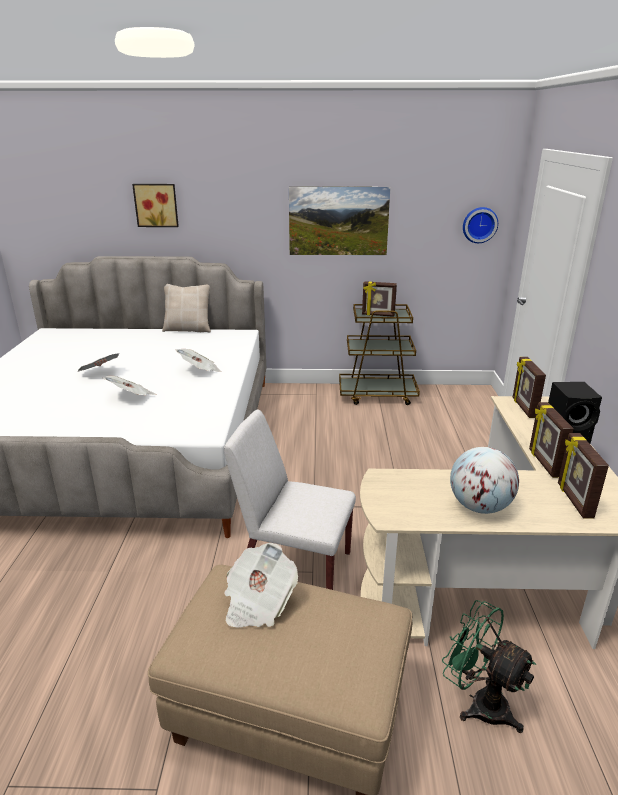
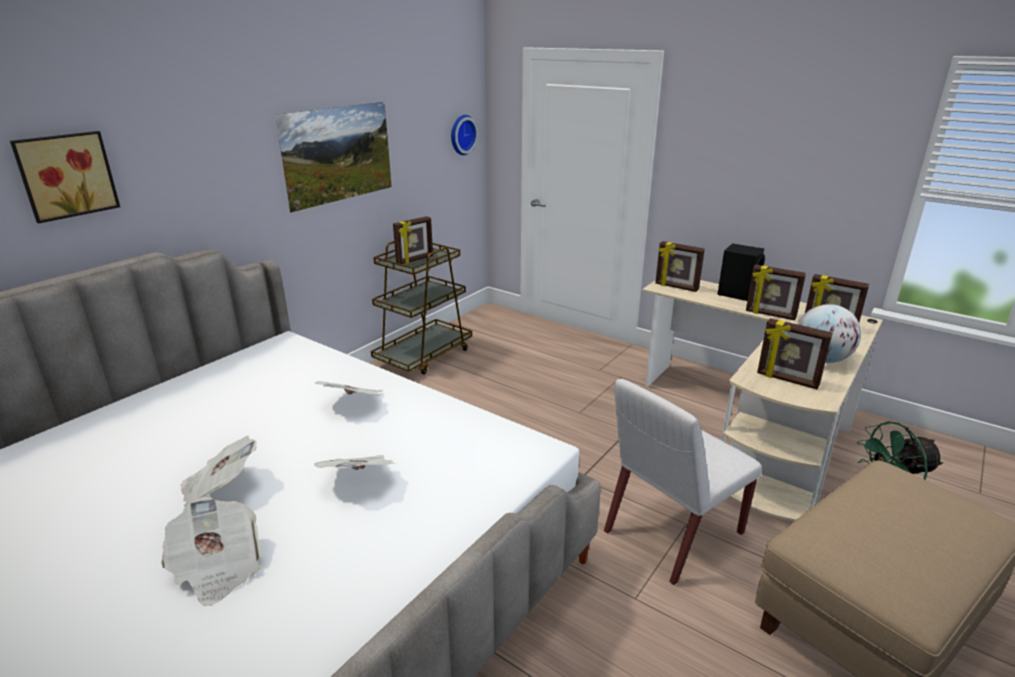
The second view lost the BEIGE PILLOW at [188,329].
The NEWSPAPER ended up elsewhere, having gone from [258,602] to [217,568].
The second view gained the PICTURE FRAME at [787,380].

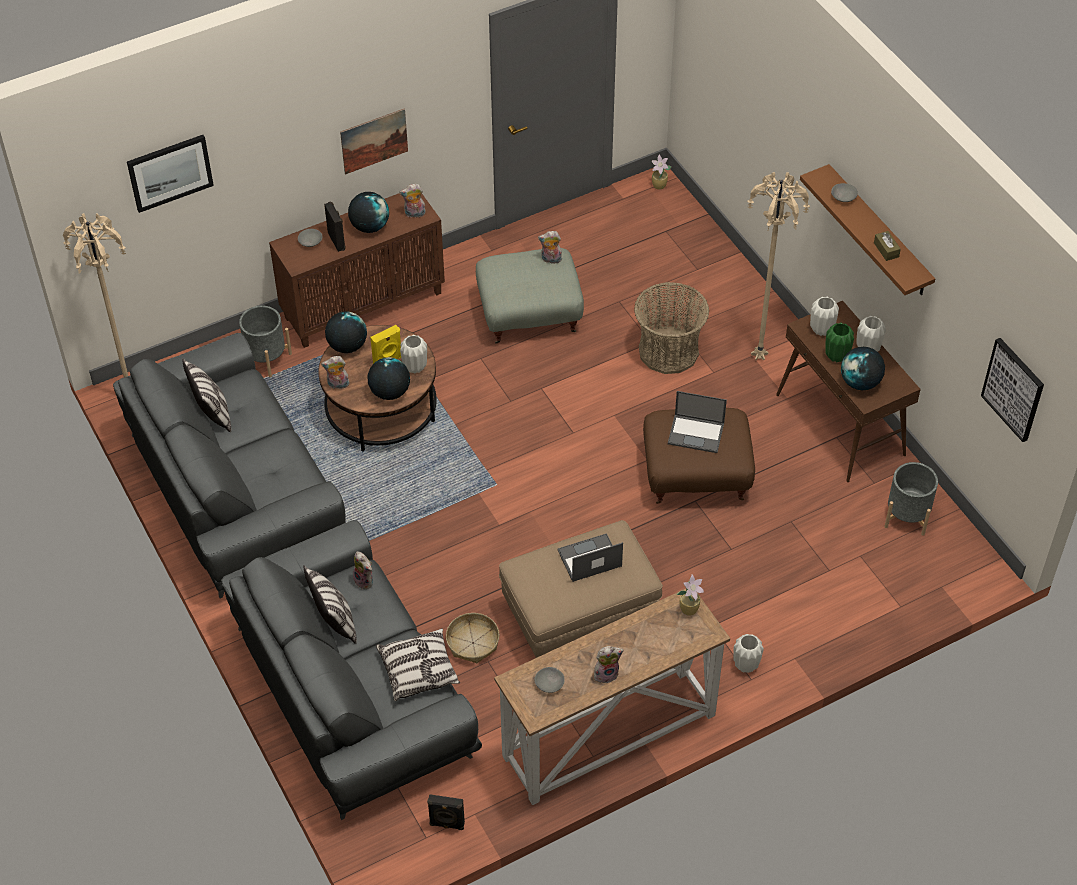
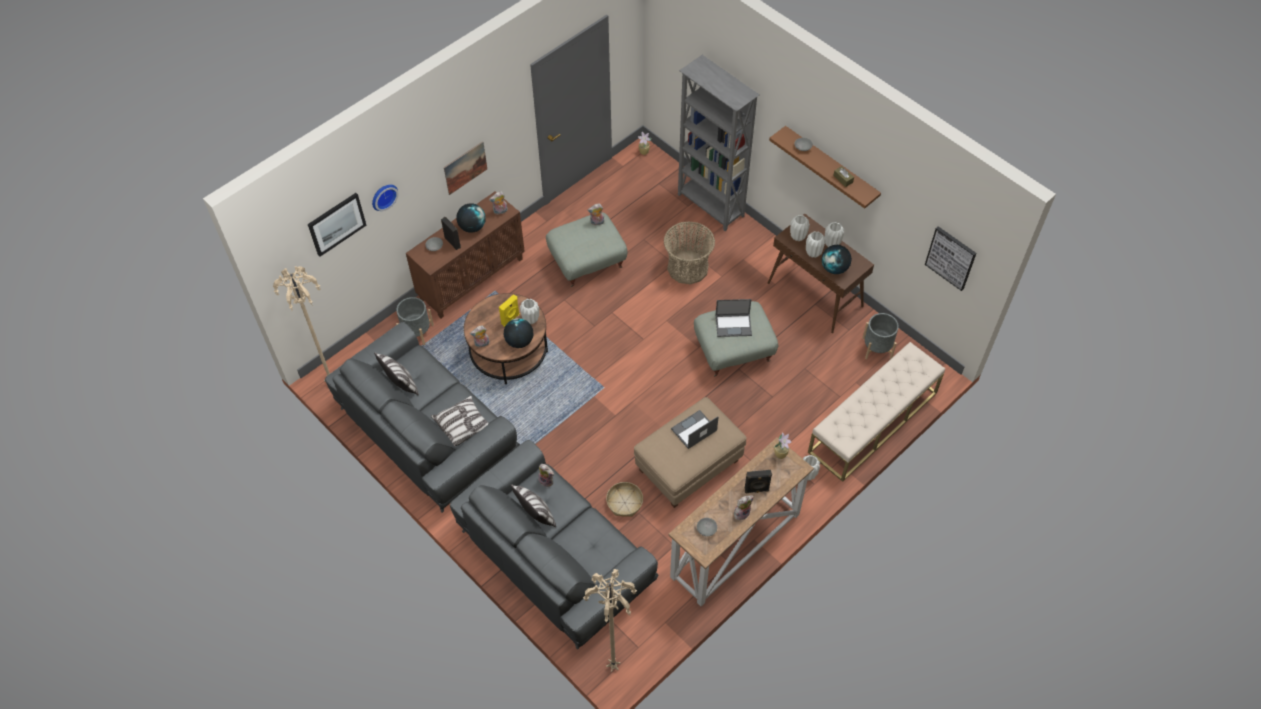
The second view lost the GLOBE at [347,346].
The PILLOW ended up elsewhere, having gone from [418,671] to [462,426].
The BLACK SPEAKER ended up elsewhere, having gone from [447,824] to [756,490].
What was the BROWN OTTOMAN at [696,475] turned into the GREY OTTOMAN at [734,351].
The BEIGE FLOOR LAMP ended up elsewhere, having gone from [759,356] to [613,665].
What was the GREEN VASE at [836,356] turned into the WHITE VASE at [813,253].
The second view gained the WALL CLOCK at [383,196].
The second view gained the GREY BOOKCASE at [710,206].
The second view gained the BEIGE BENCH at [873,422].

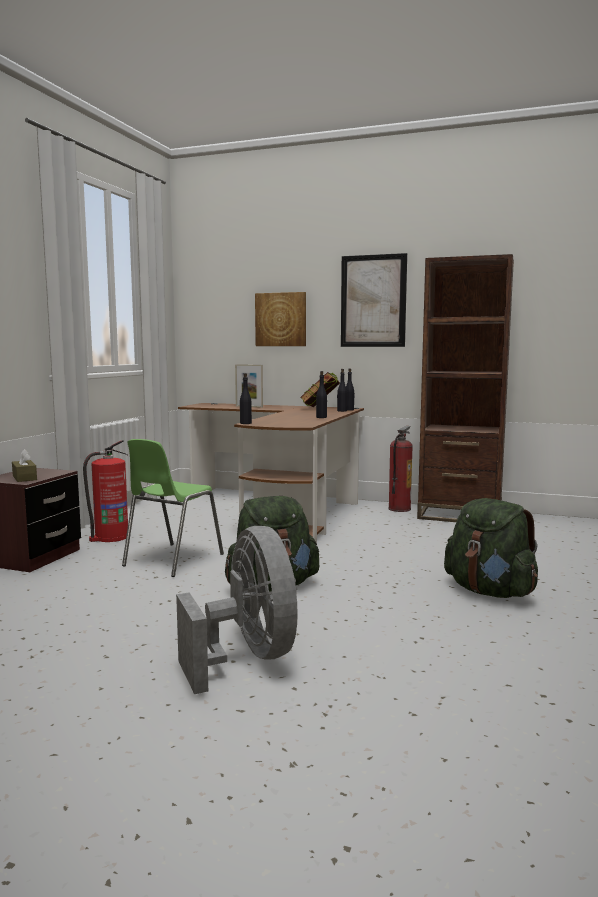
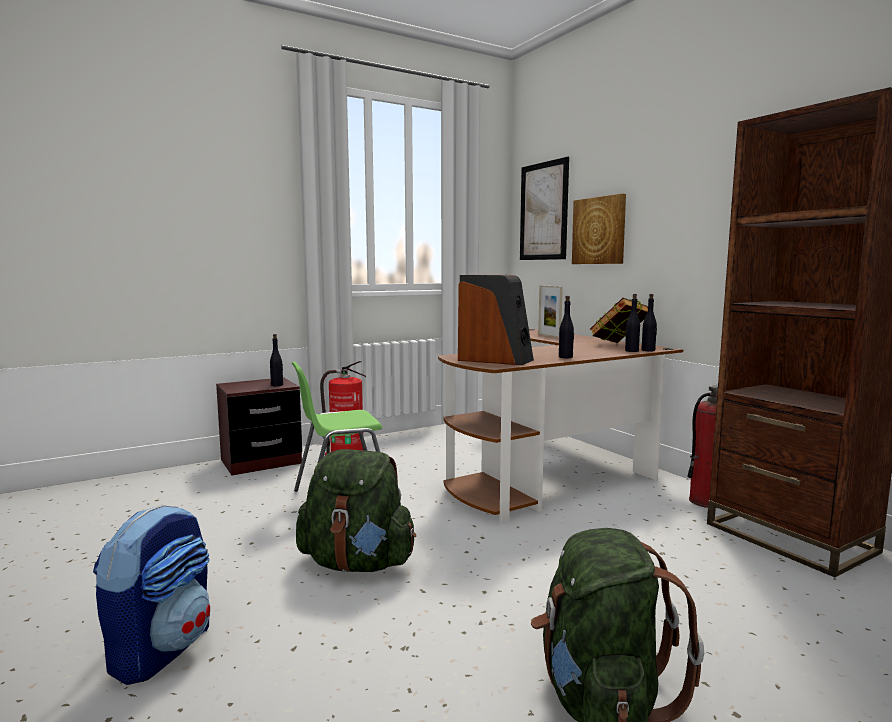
The second view lost the BROWN TISSUE BOX at [24,478].
Where the GREY FAN stood at [248,658], the BACKPACK came to stand at [162,649].
The BLACK BOTTLE ended up elsewhere, having gone from [246,423] to [277,385].
The PICTURE ended up elsewhere, having gone from [373,301] to [543,211].
The second view gained the SPEAKER at [495,360].

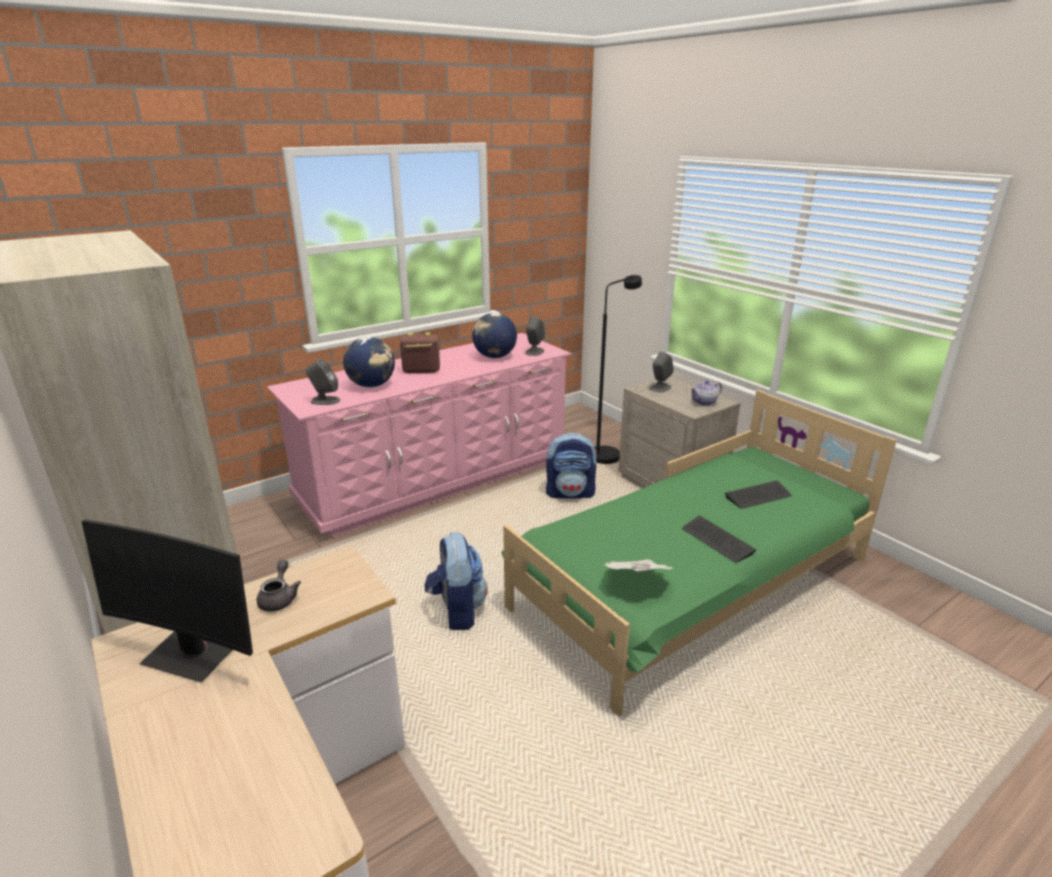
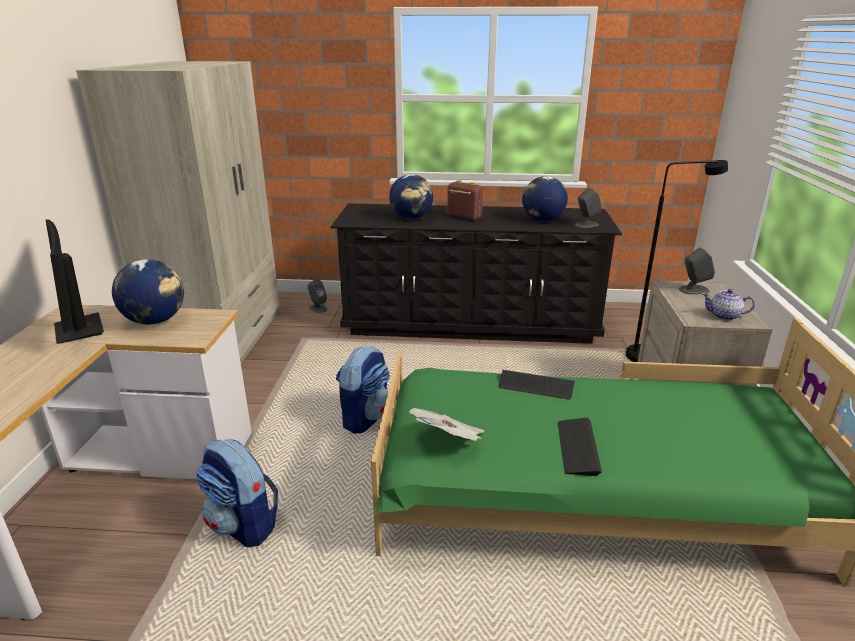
Where the GREY TEAPOT stood at [279,598], the GLOBE came to stand at [155,321].
What was the PINK DRESSER at [437,478] turned into the BLACK DRESSER at [470,322].
The GREY SPEAKER ended up elsewhere, having gone from [324,401] to [317,308].
The BACKPACK ended up elsewhere, having gone from [570,493] to [243,525].
The KEYBOARD ended up elsewhere, having gone from [758,496] to [536,386].

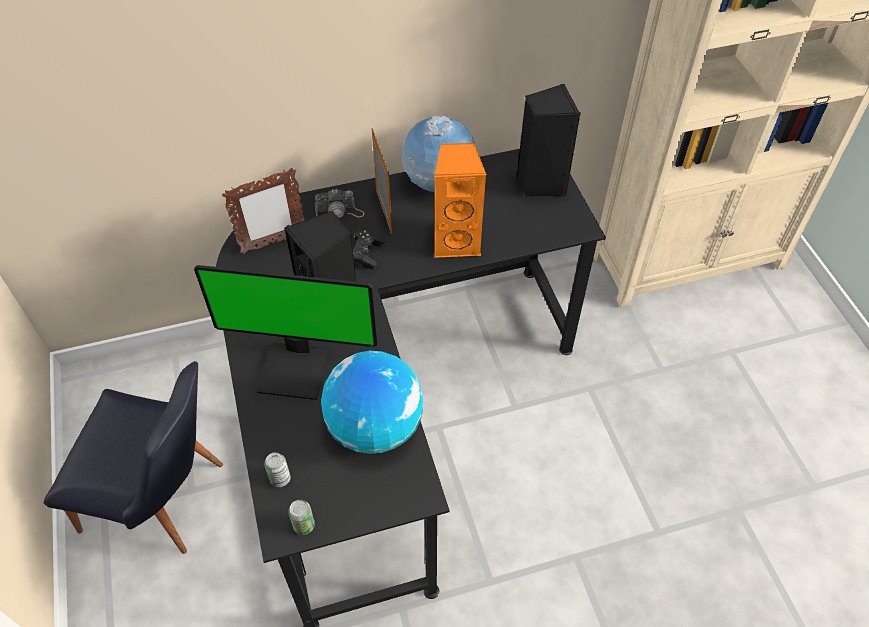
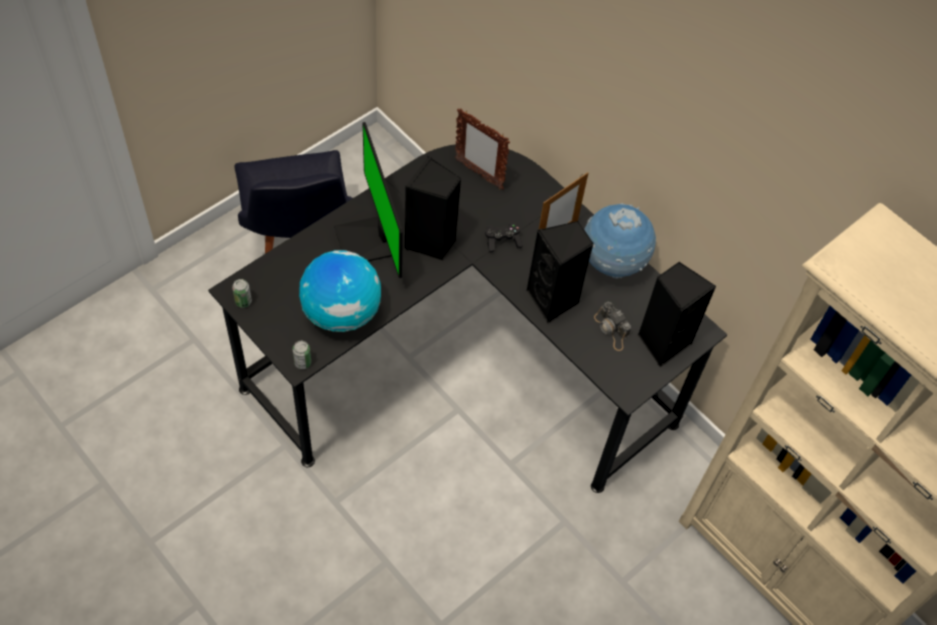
The CAN ended up elsewhere, having gone from [280,478] to [302,362].
The PHOTO CAMERA ended up elsewhere, having gone from [339,211] to [611,330].
What was the ORANGE SPEAKER at [457,241] turned into the BLACK SPEAKER at [554,300].

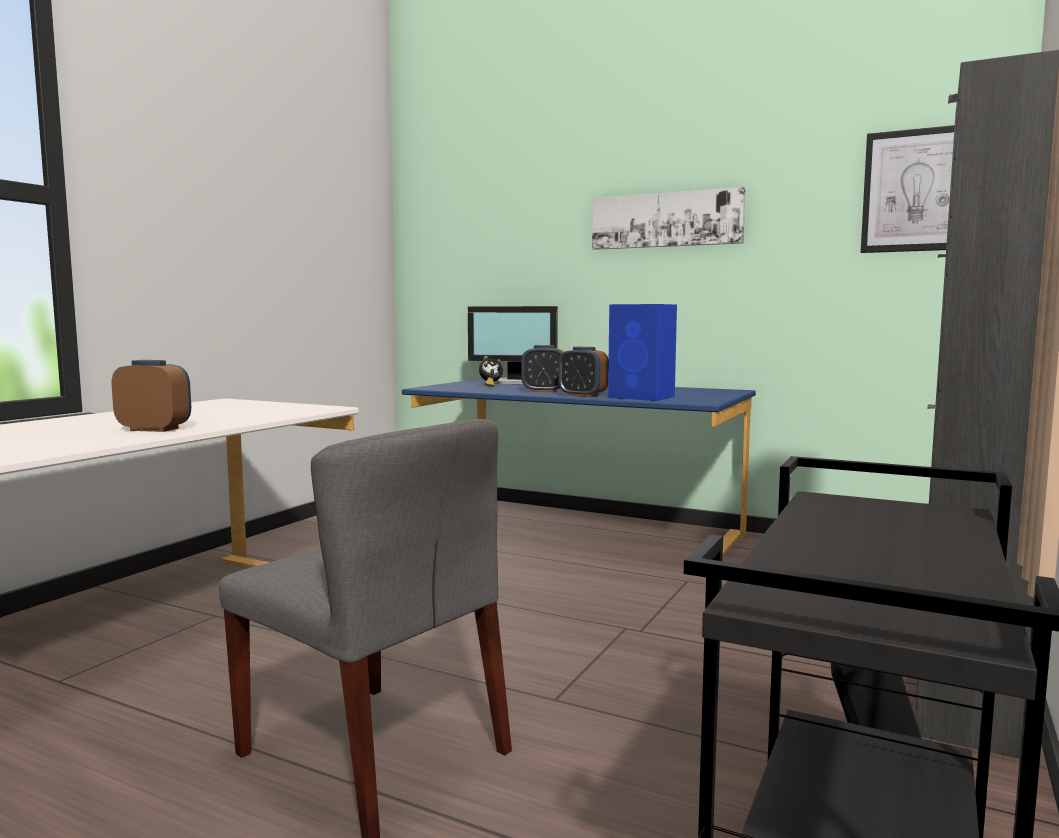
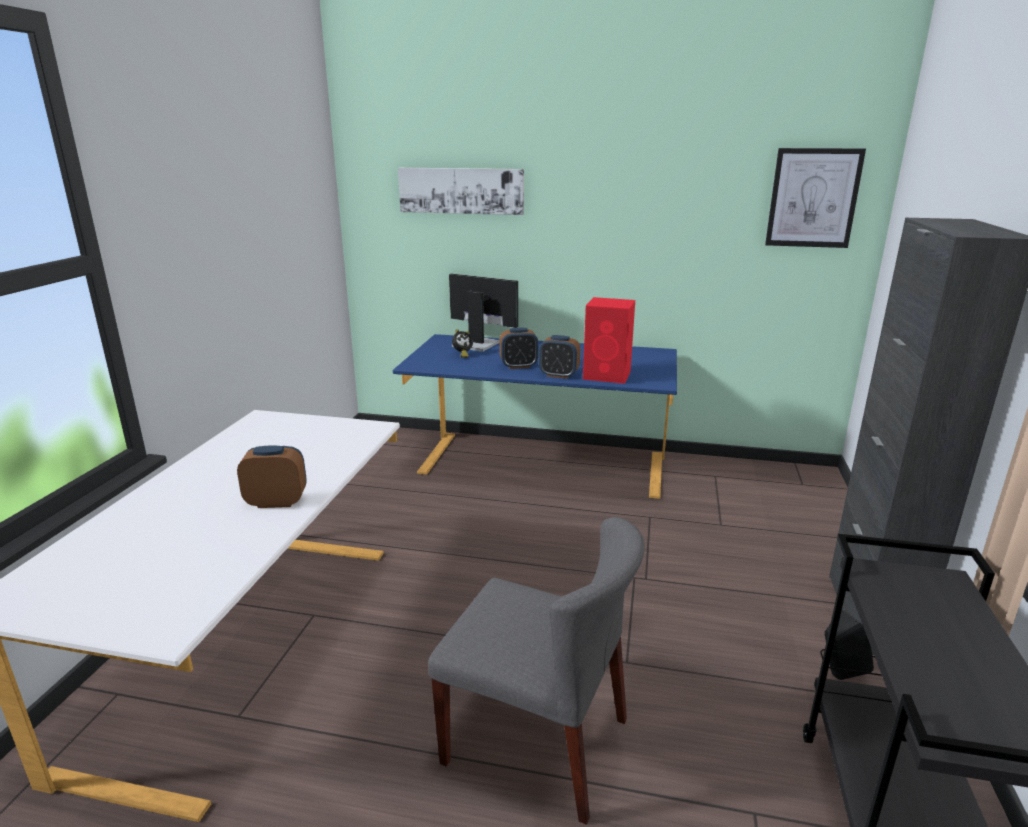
The MONITOR at [516,382] ended up facing another way, 150 degrees counterclockwise from before.
The PICTURE ended up elsewhere, having gone from [666,220] to [461,190].
What was the BLUE SPEAKER at [643,397] turned into the RED SPEAKER at [608,375].

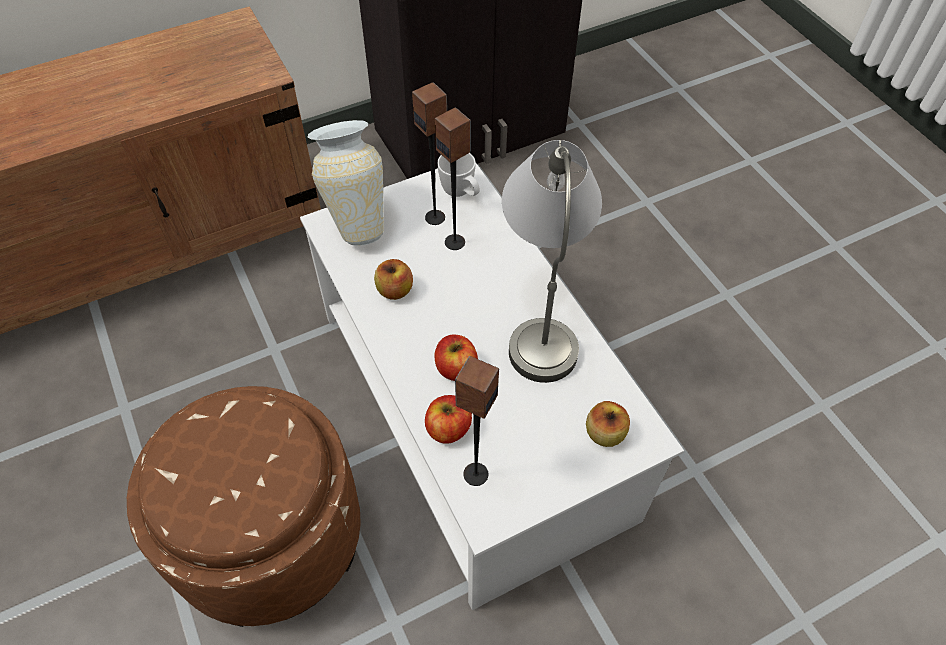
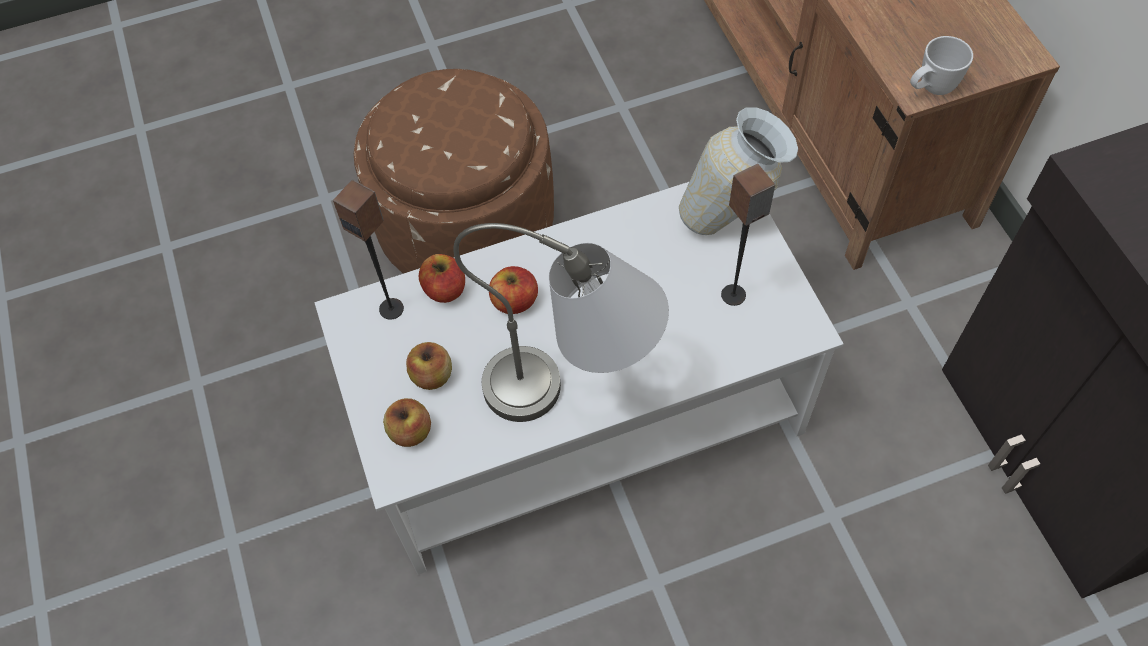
The APPLE ended up elsewhere, having gone from [395,290] to [432,376].
The second view lost the SPEAKER at [455,242].
The WHITE MUG ended up elsewhere, having gone from [461,193] to [930,89].

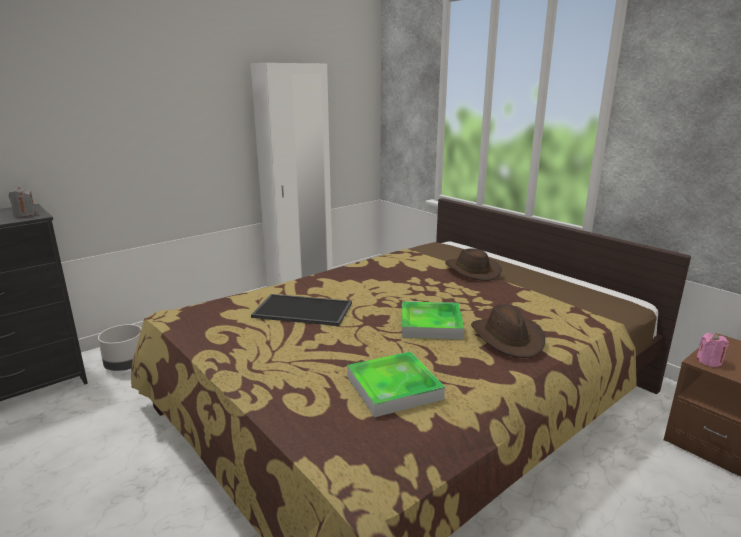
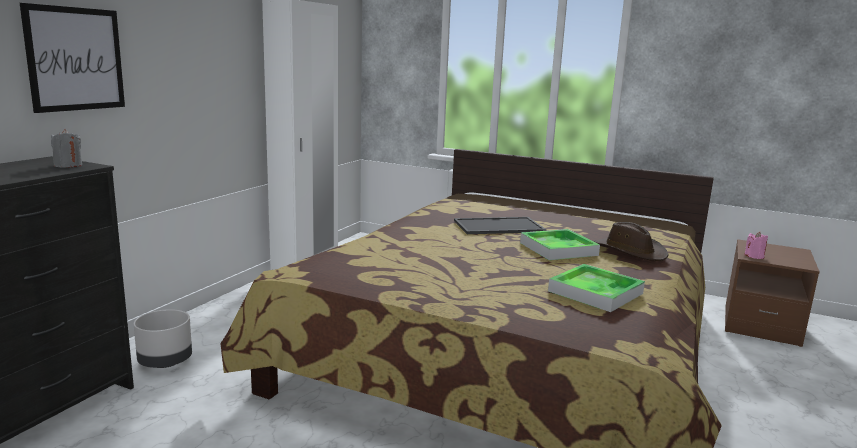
The TRAY ended up elsewhere, having gone from [301,311] to [498,226].
The second view lost the BROWN HAT at [471,271].
The second view gained the PICTURE at [75,59].

